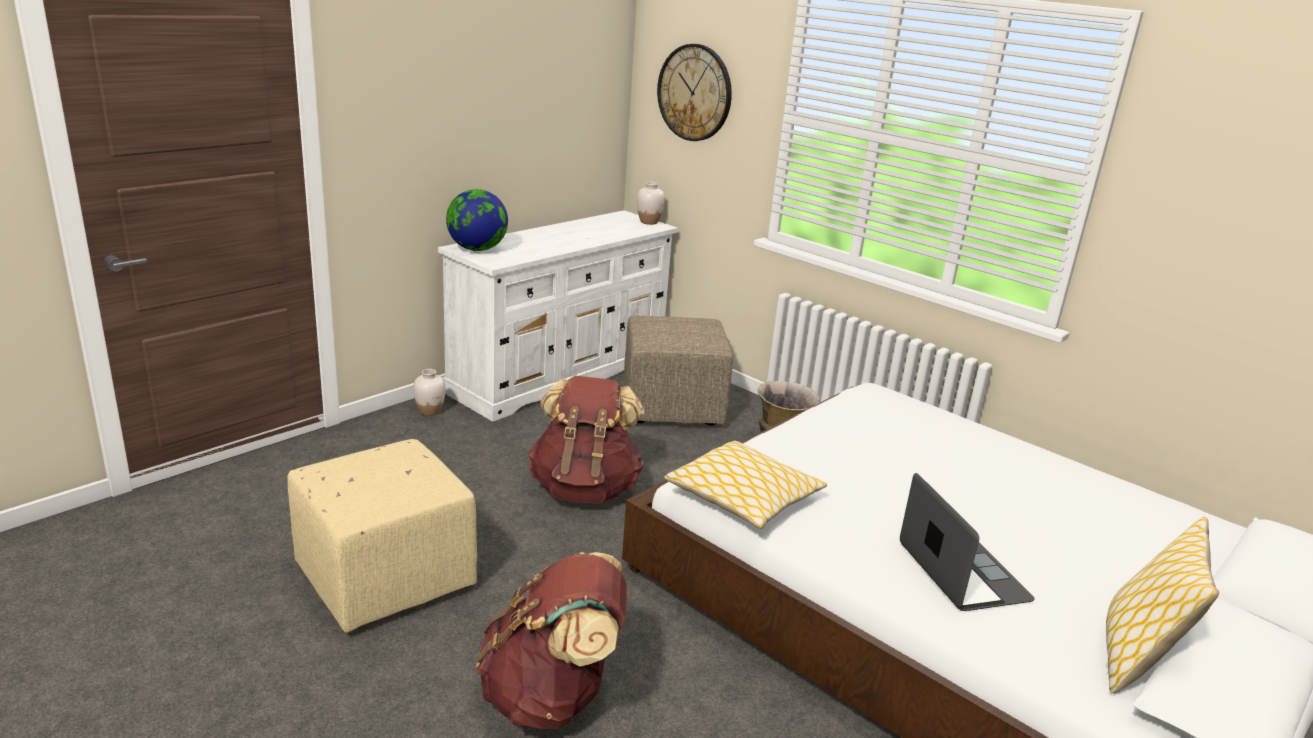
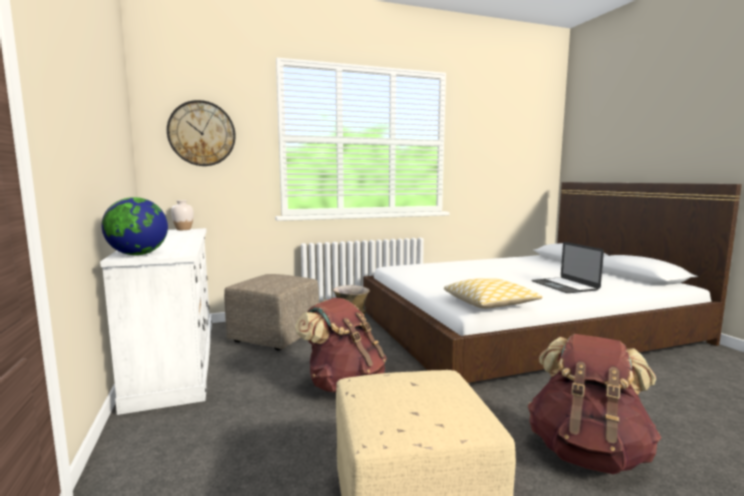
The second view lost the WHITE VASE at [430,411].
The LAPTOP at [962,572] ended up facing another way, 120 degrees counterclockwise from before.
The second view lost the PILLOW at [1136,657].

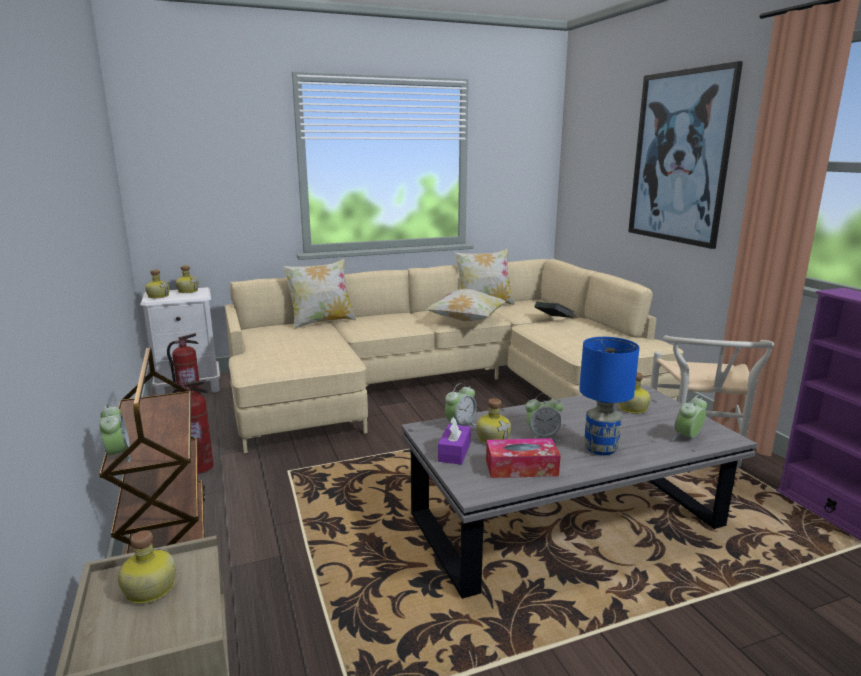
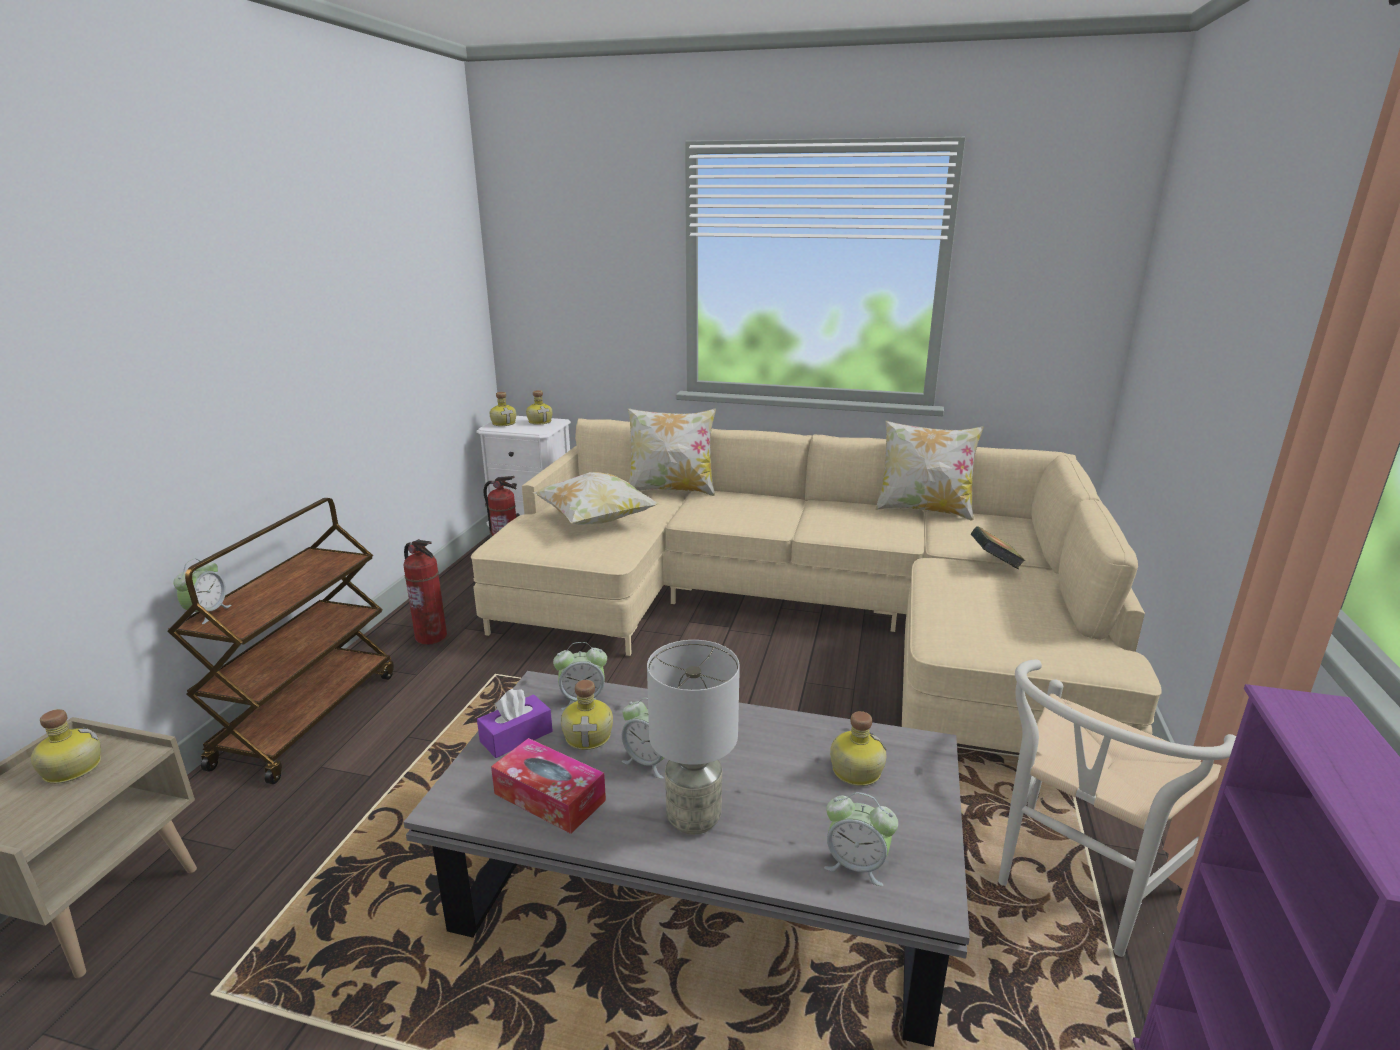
The PILLOW ended up elsewhere, having gone from [466,321] to [596,521].
What was the BLUE TABLE LAMP at [601,449] turned into the GREY TABLE LAMP at [693,819].
The second view lost the PICTURE at [680,157].
The ALARM CLOCK at [687,438] ended up facing another way, 150 degrees counterclockwise from before.

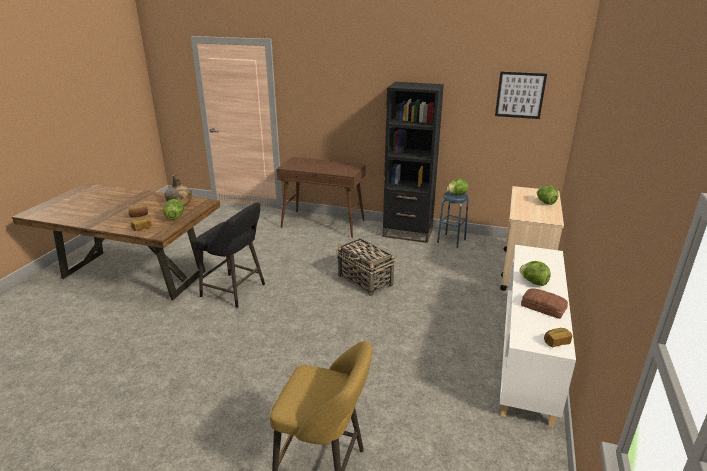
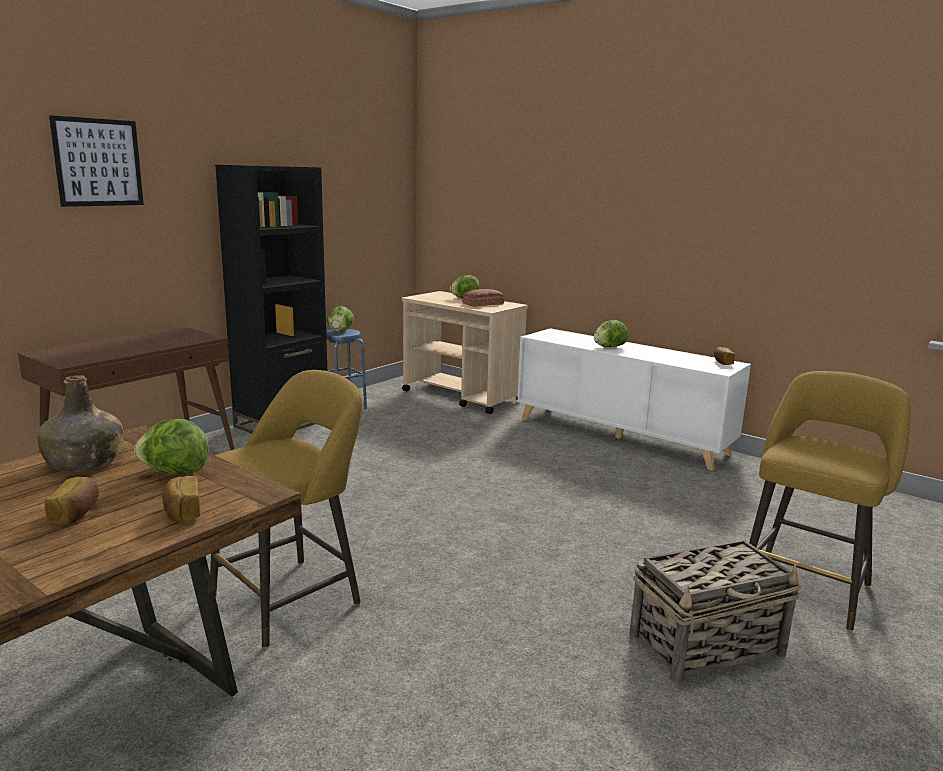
What was the BLACK STOOL at [236,291] turned into the YELLOW STOOL at [293,597].
The BASKET ended up elsewhere, having gone from [365,280] to [707,645].
The PICTURE ended up elsewhere, having gone from [520,95] to [98,162].
The BREAD ended up elsewhere, having gone from [543,308] to [484,304].

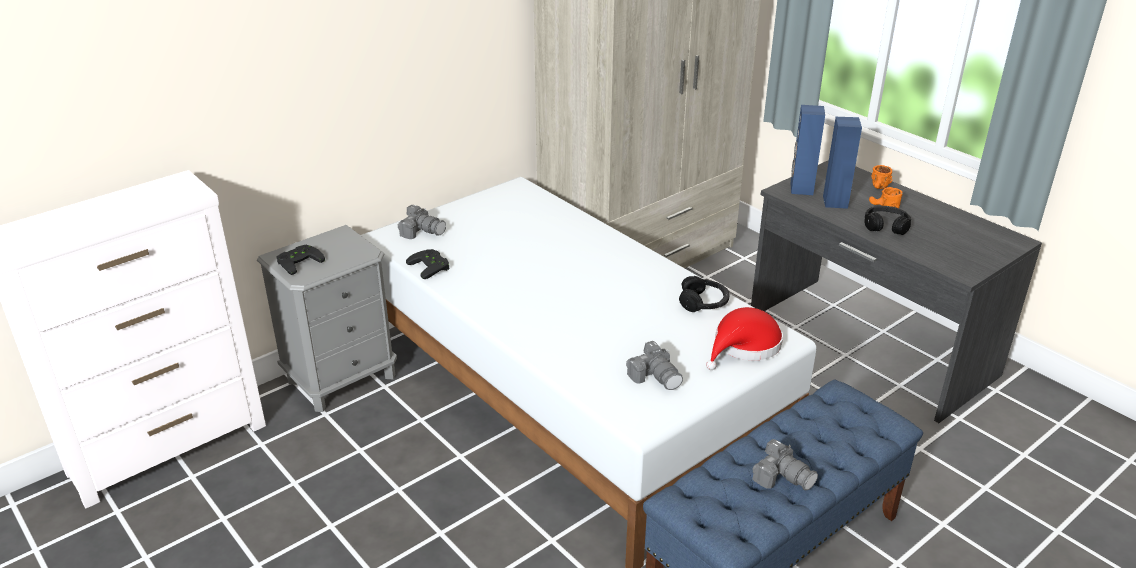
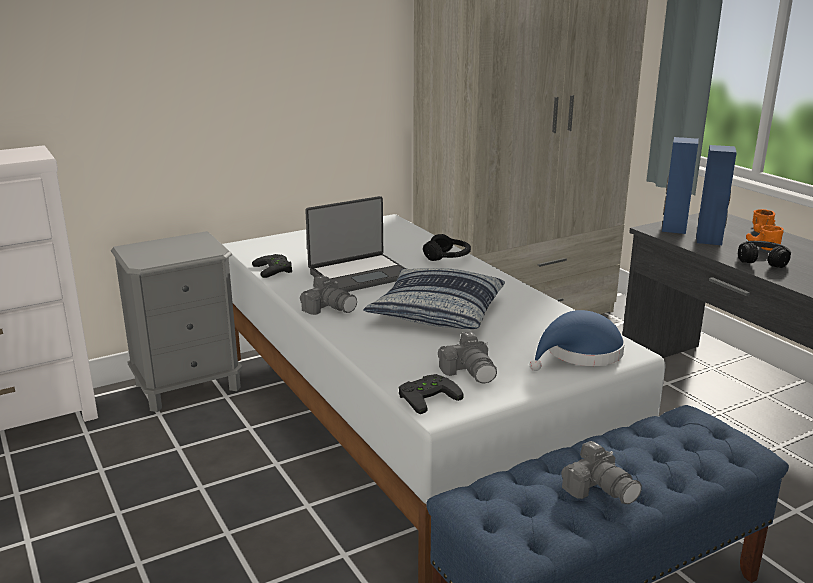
The BLACK GAME CONTROLLER ended up elsewhere, having gone from [298,261] to [427,396].
The PHOTO CAMERA ended up elsewhere, having gone from [422,231] to [329,308].
The BLACK HEADPHONES ended up elsewhere, having gone from [703,302] to [448,257].
What was the RED HAT at [744,346] turned into the BLUE HAT at [580,354].
The second view gained the LAPTOP at [359,275].
The second view gained the PILLOW at [436,311].

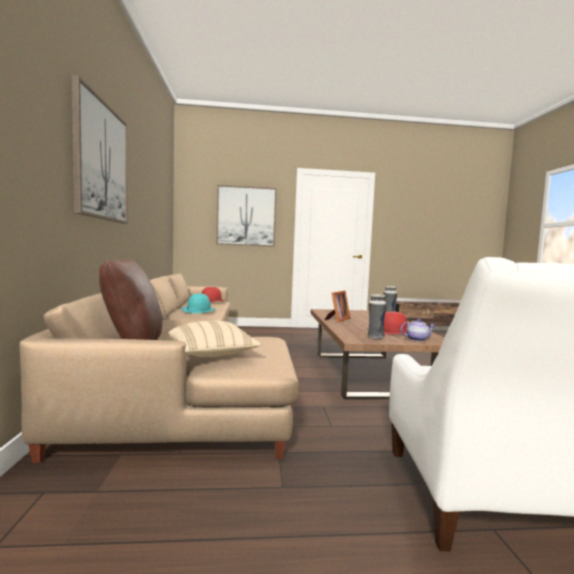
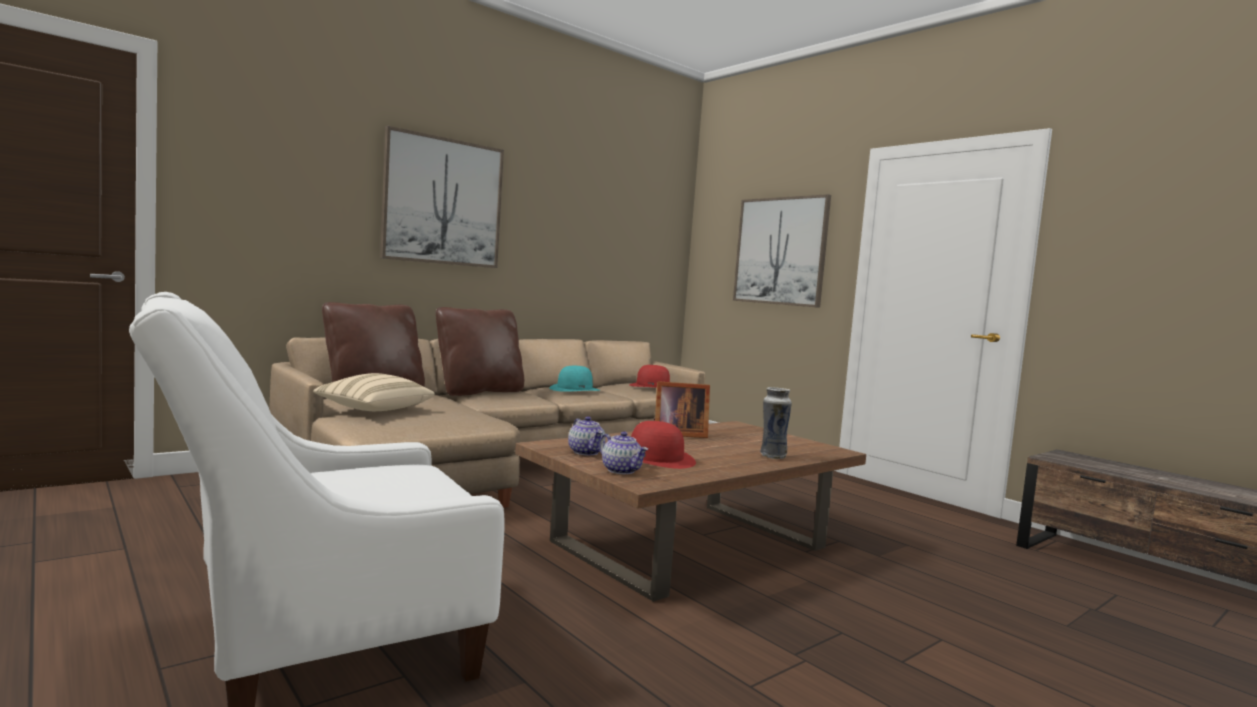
Where the VASE stood at [375,337], the TEAPOT came to stand at [586,452].
The second view gained the BROWN PILLOW at [479,391].

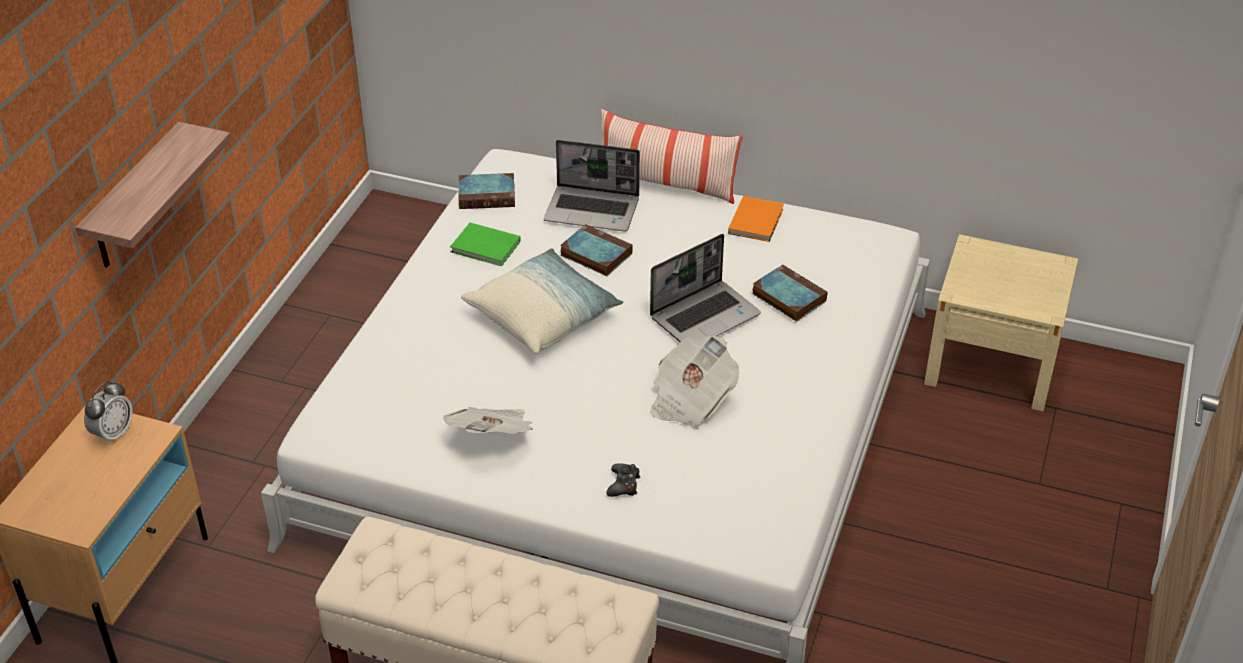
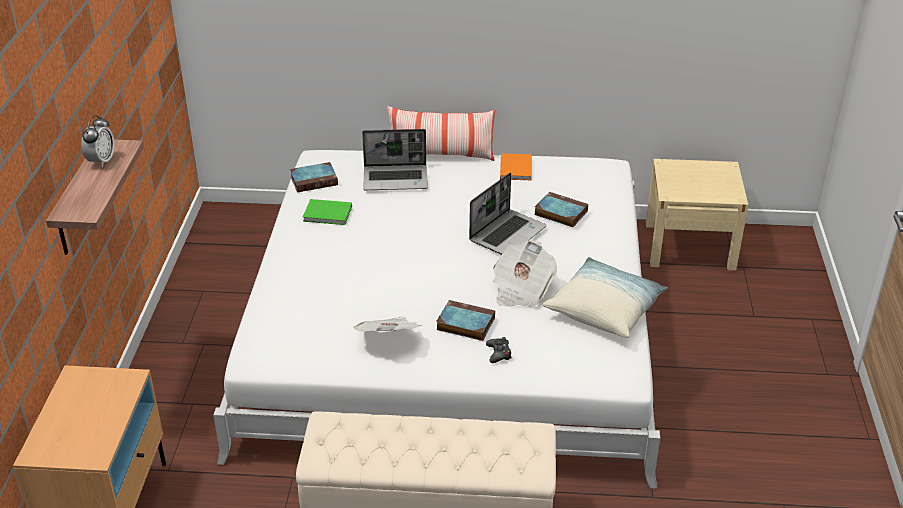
The ALARM CLOCK ended up elsewhere, having gone from [113,433] to [101,161].
The PILLOW ended up elsewhere, having gone from [543,316] to [604,310].
The BOOK ended up elsewhere, having gone from [594,254] to [464,324].

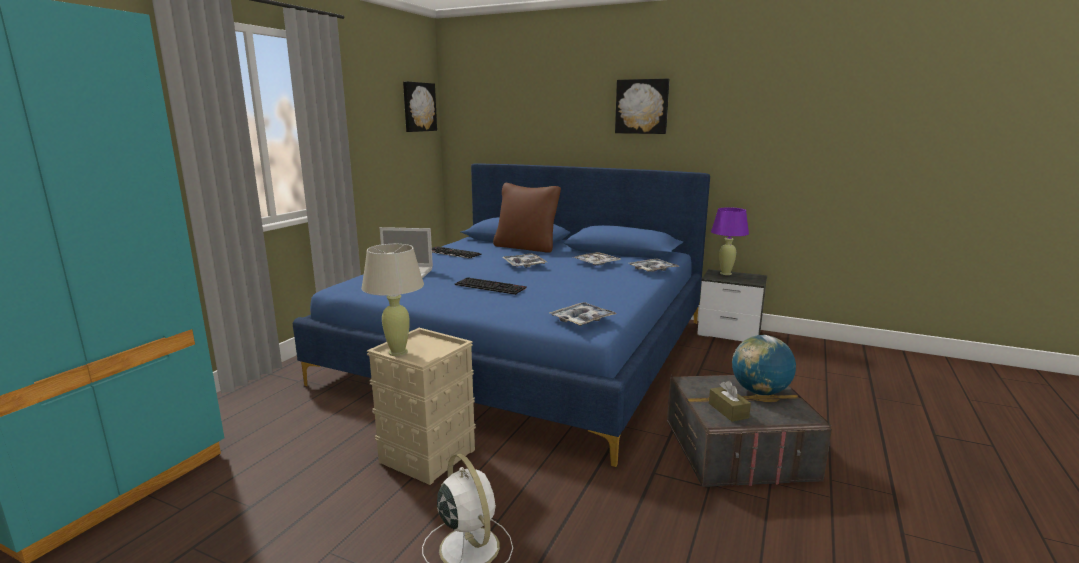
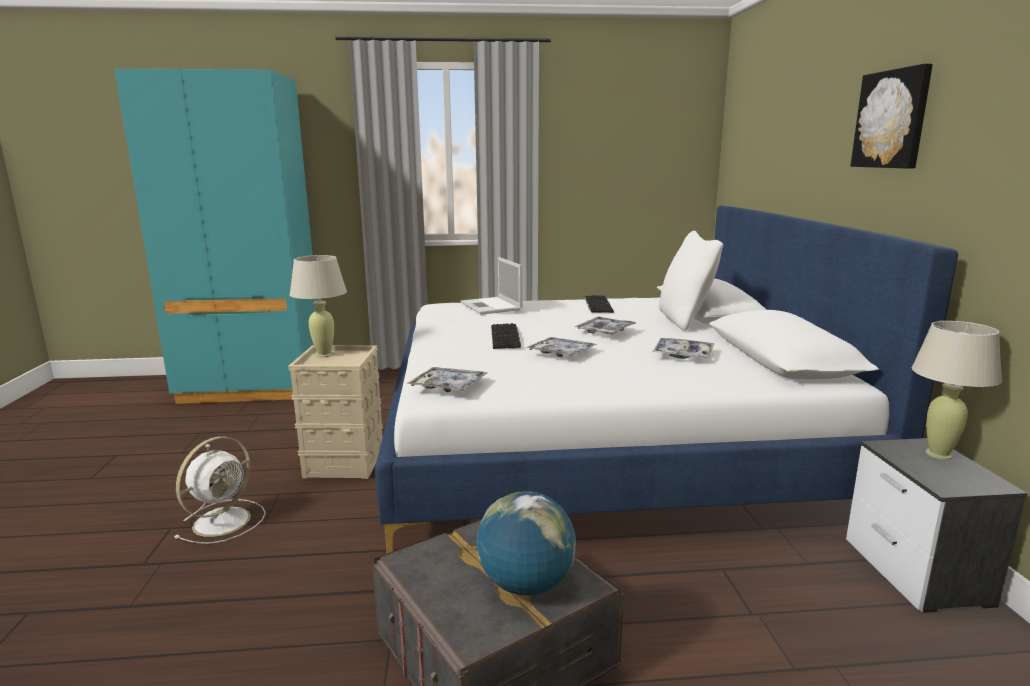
What was the BLUE BED at [526,350] turned into the WHITE BED at [600,440].
The second view lost the PICTURE at [418,107].
What was the BROWN PILLOW at [526,247] turned into the WHITE PILLOW at [685,319].
The TRAY ended up elsewhere, having gone from [652,270] to [561,353].
The second view lost the BROWN TISSUE BOX at [728,410].
What was the PURPLE TABLE LAMP at [726,273] turned into the BEIGE TABLE LAMP at [939,454].

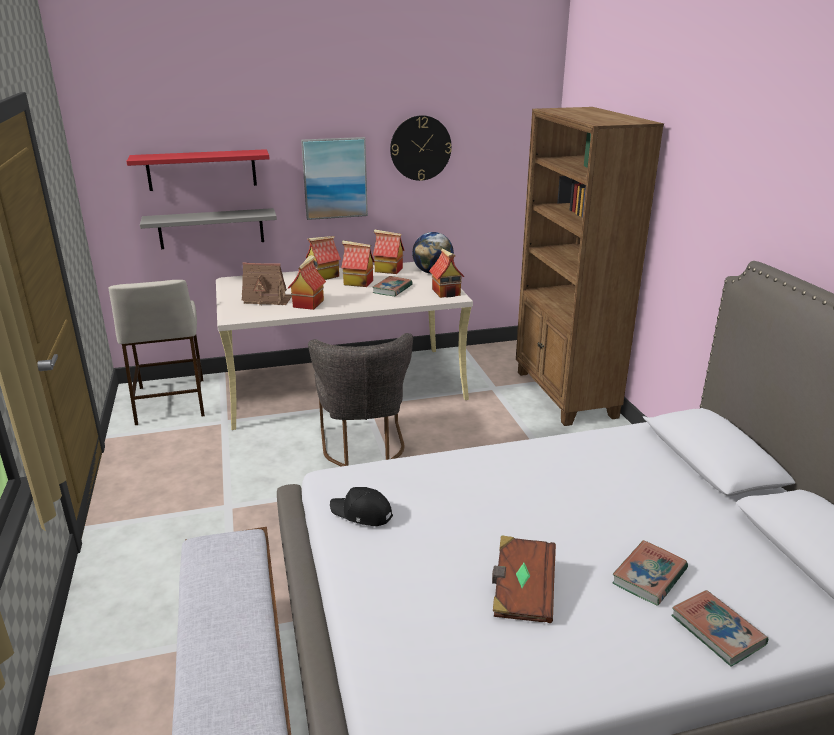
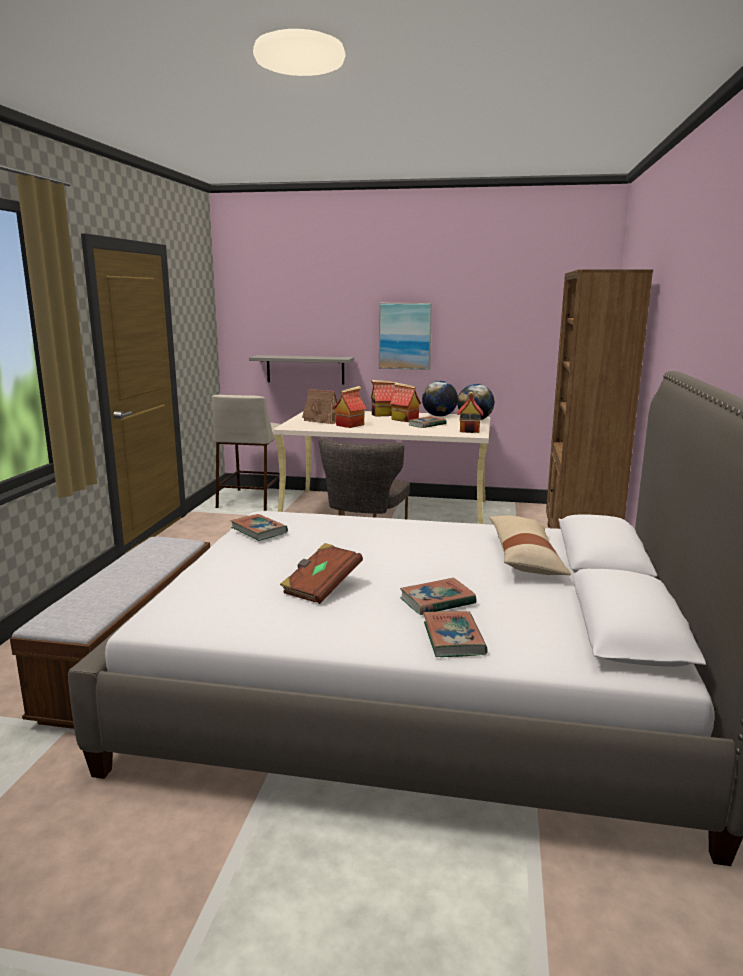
The second view lost the RED SHELF at [201,170].
Where the BLACK CAP stood at [361,513], the BOOK came to stand at [259,530].
Where the TOY HOUSE stood at [388,270], the GLOBE came to stand at [439,416].
The second view lost the WALL CLOCK at [420,148].
The second view gained the BEIGE PILLOW at [525,558].

